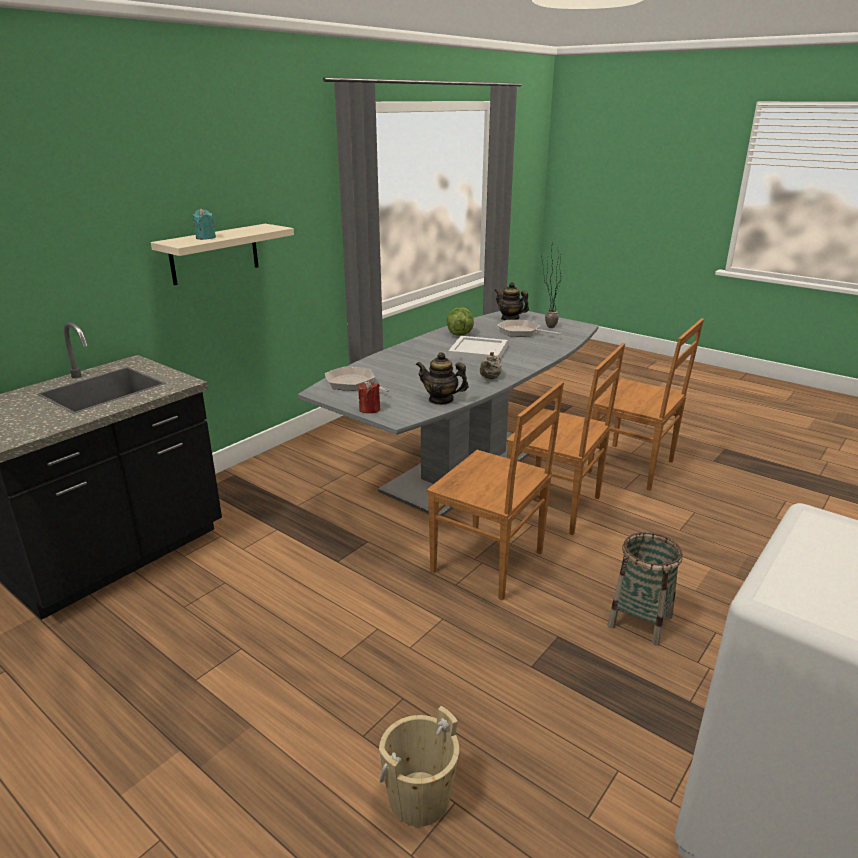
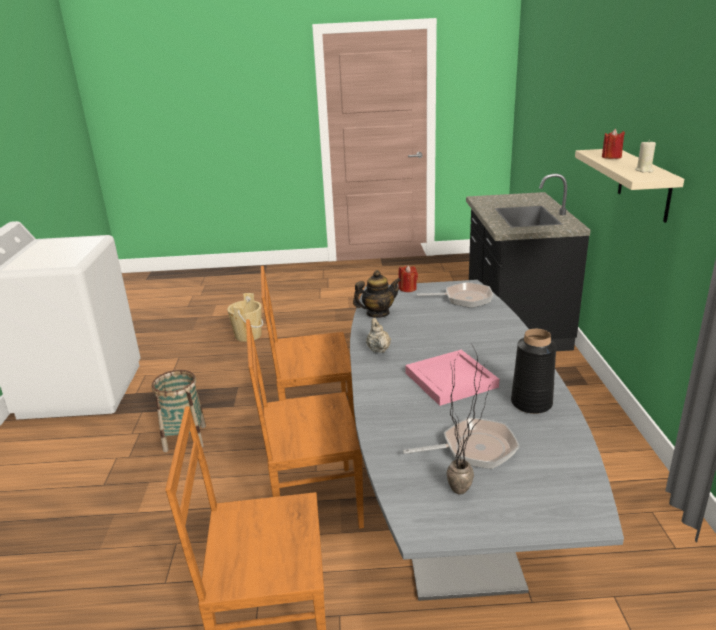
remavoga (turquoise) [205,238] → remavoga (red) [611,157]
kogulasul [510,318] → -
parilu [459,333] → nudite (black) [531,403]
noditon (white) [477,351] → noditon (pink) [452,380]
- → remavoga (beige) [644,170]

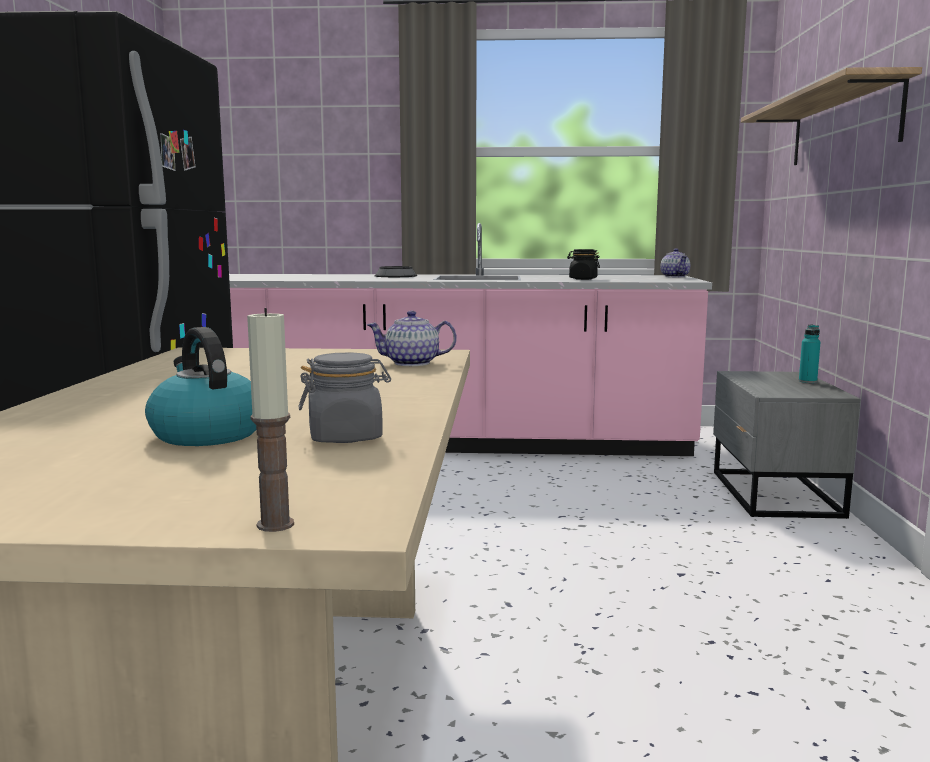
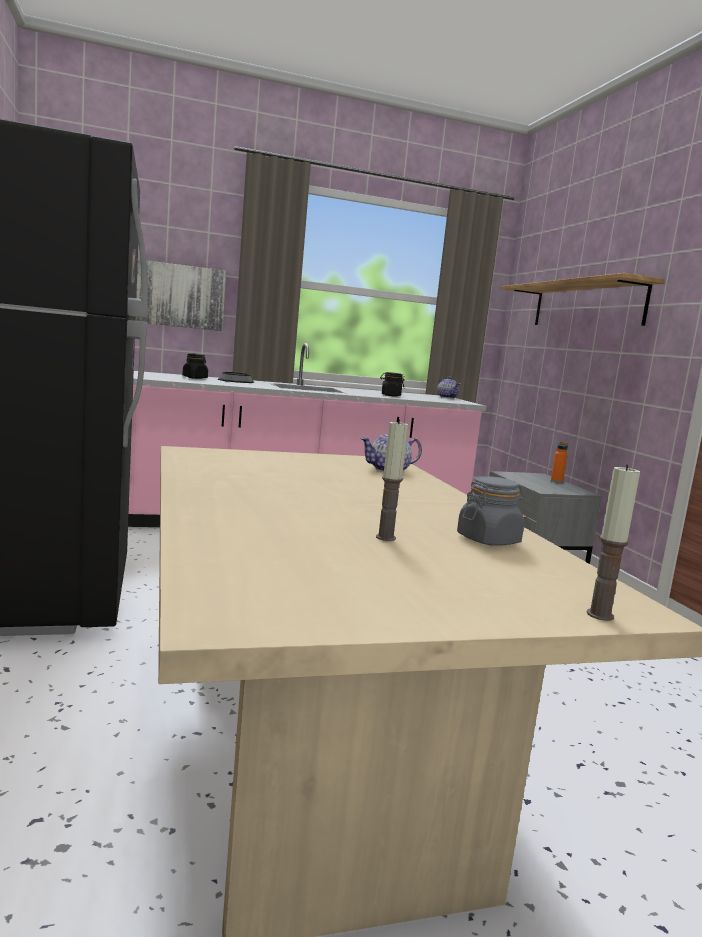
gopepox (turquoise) [807,381] → gopepox (orange) [556,481]
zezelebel [206,434] → remavoga [385,537]
- → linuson [176,295]
- → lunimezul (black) [195,378]

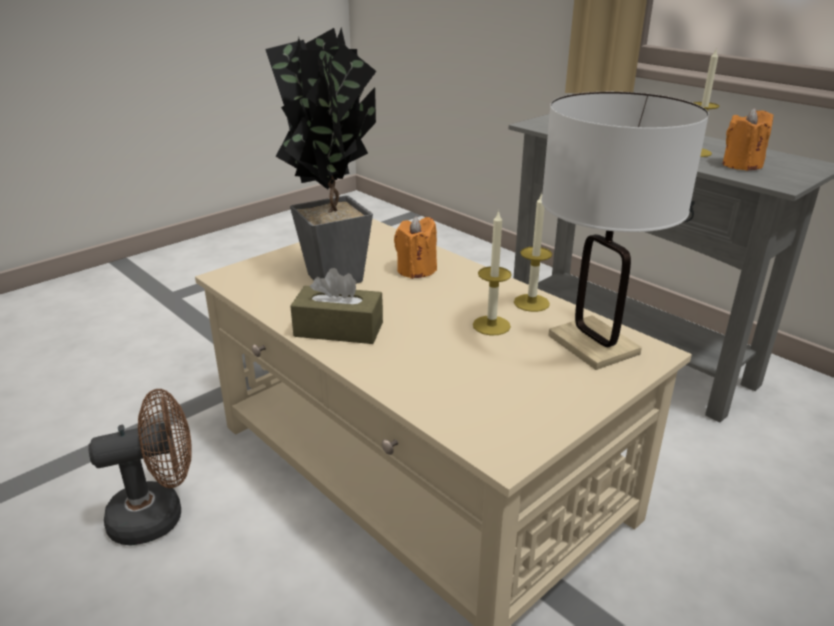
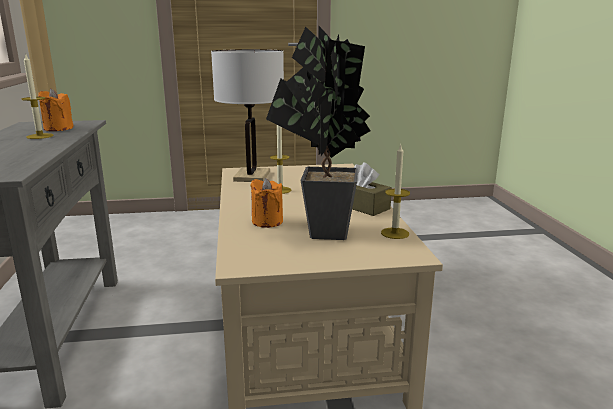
remavoga [531,303] → remavoga [395,233], move
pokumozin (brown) [158,515] → -

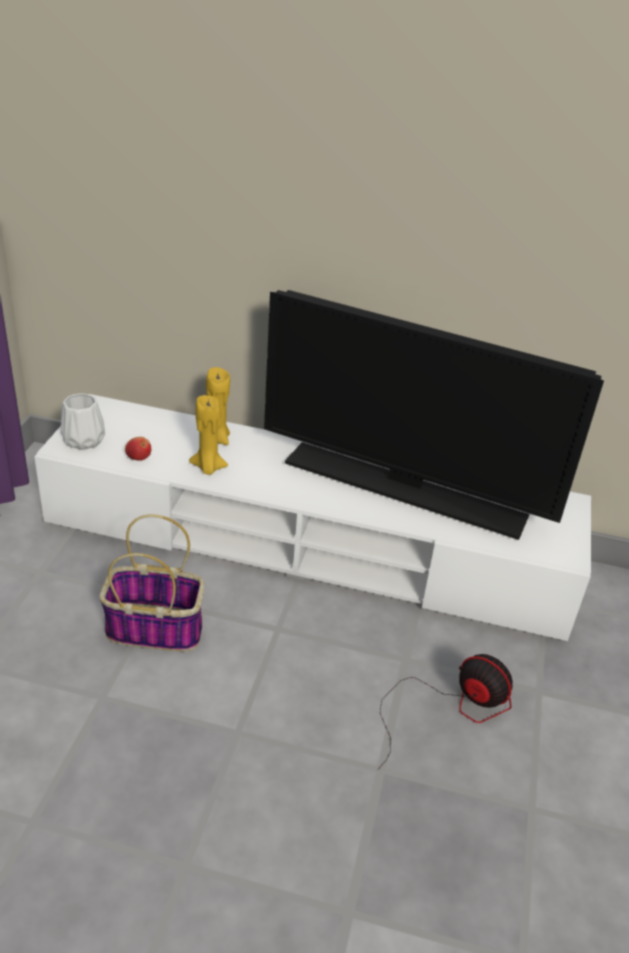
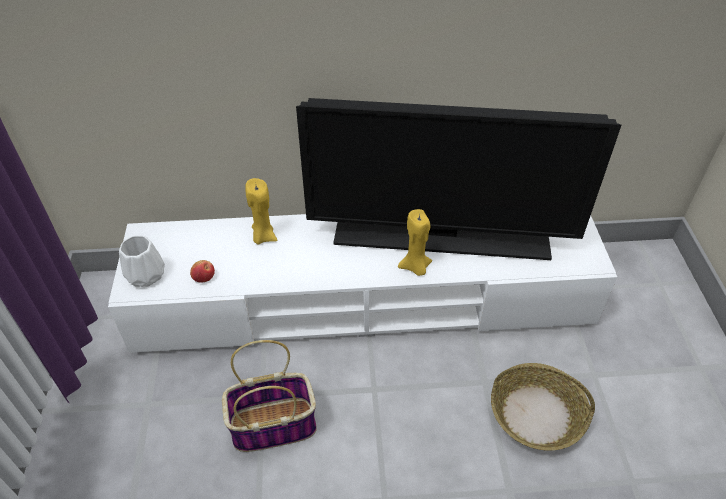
remavoga (yellow) [208,467] → remavoga (yellow) [415,267], move
pokumozin [450,708] → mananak [537,414]

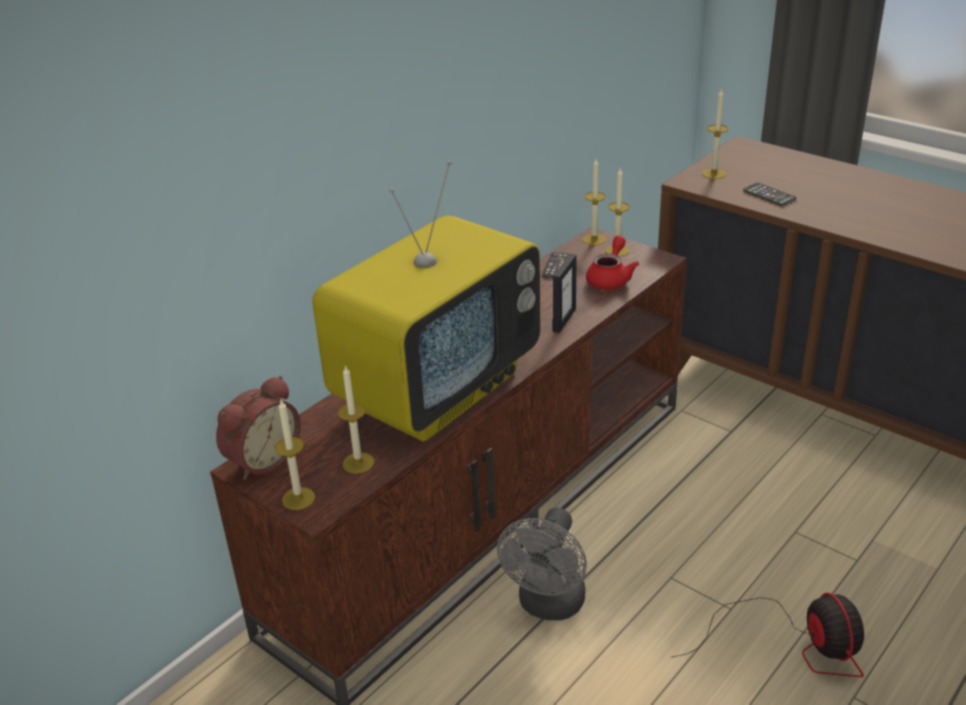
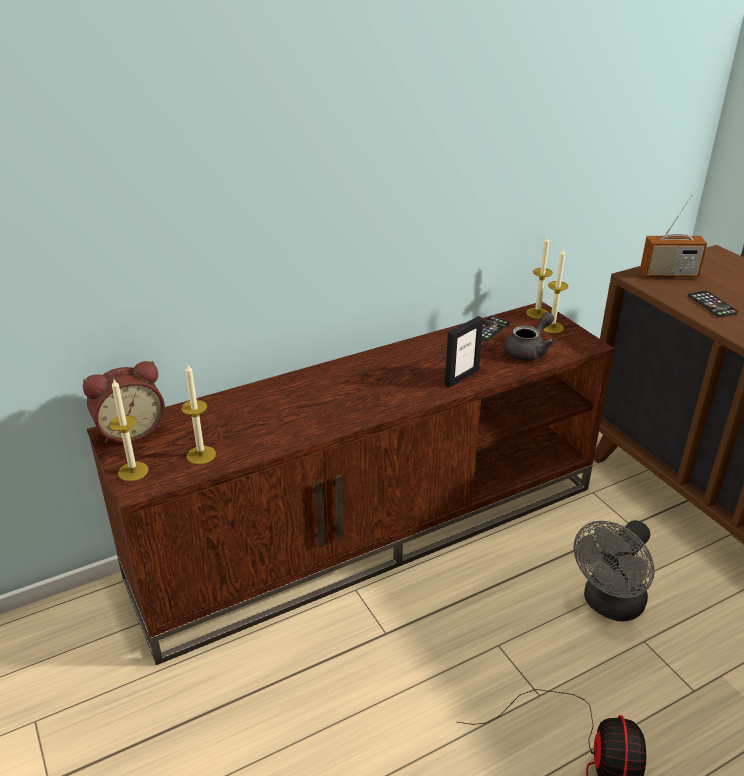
remavoga [713,174] → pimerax [668,274]
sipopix [437,389] → -
kogulasul (red) [610,279] → kogulasul (grey) [529,351]
pokumozin (grey) [548,606] → pokumozin (grey) [609,605], move

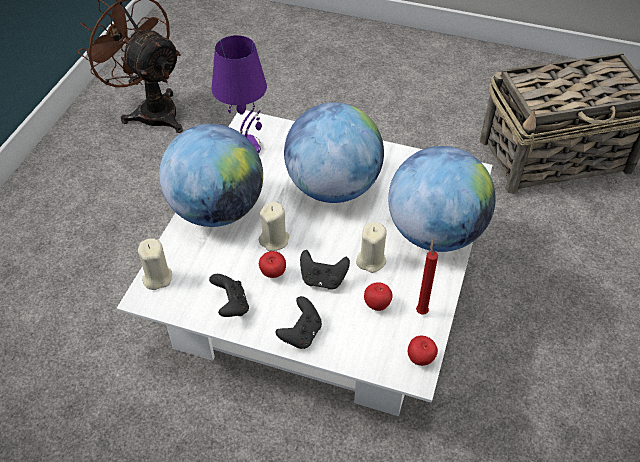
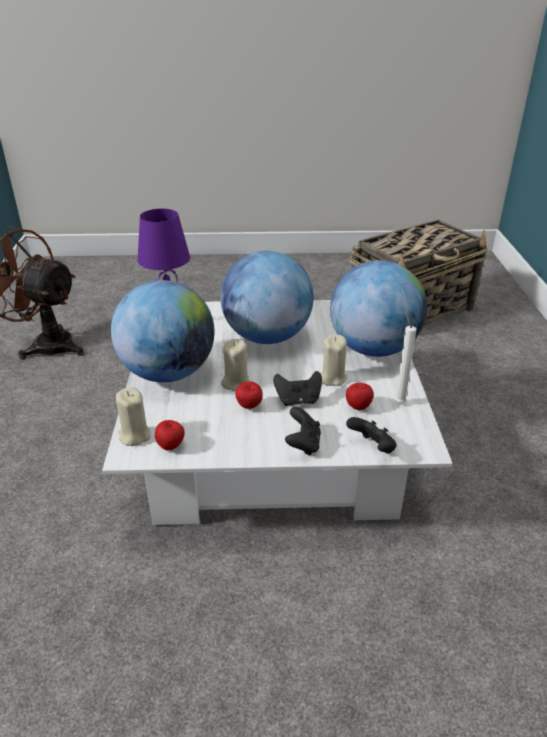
remavoga (red) [421,310] → remavoga (white) [399,402]
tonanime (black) [231,305] → tonanime (black) [372,448], move
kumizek [420,359] → kumizek [171,447], move

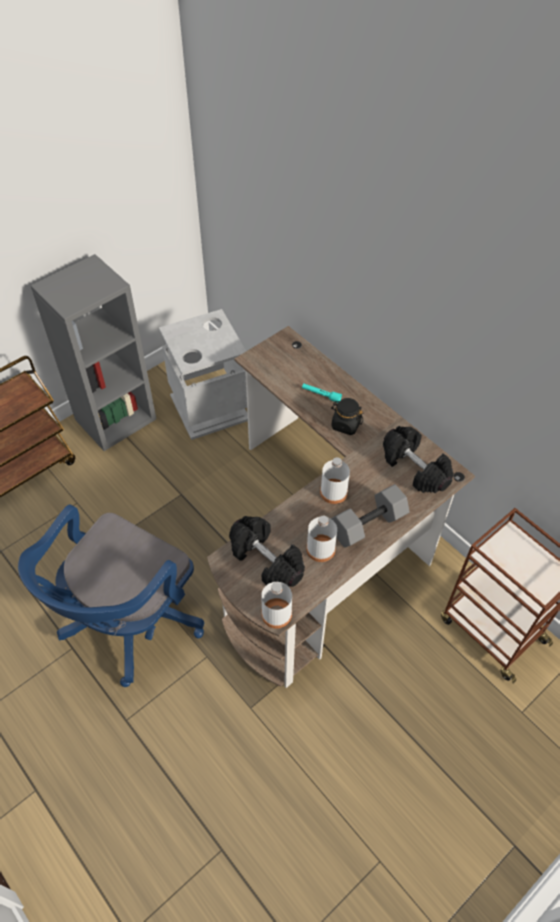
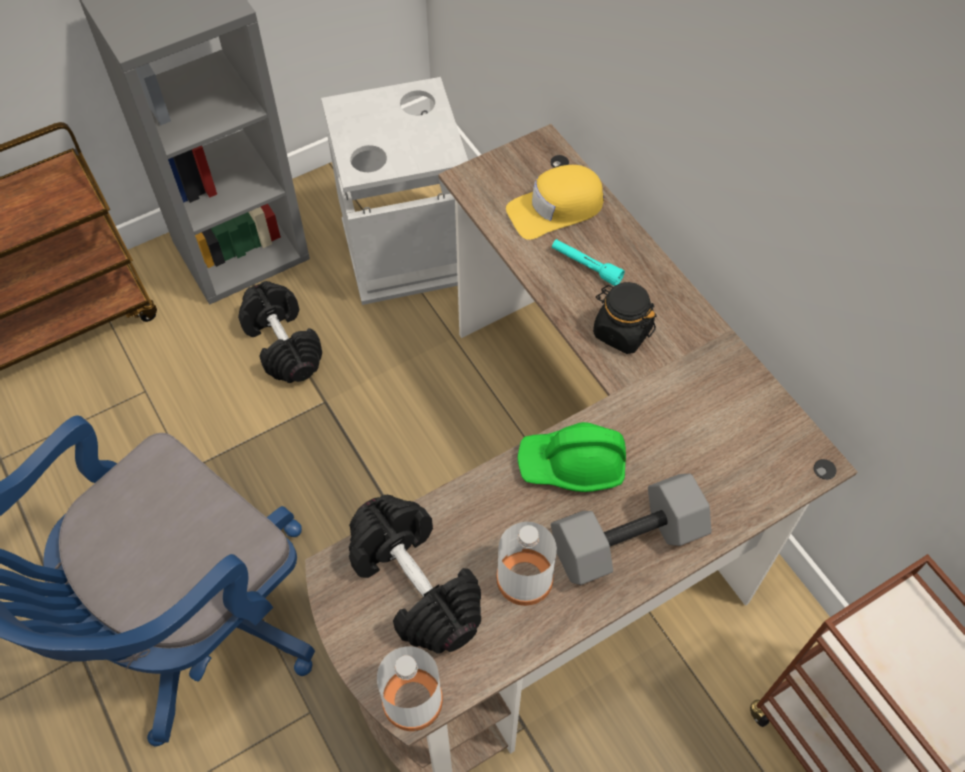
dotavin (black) [414,468] → dotavin (black) [282,344], move
gopepox (white) [333,492] → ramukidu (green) [572,465]
- → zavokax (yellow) [555,209]

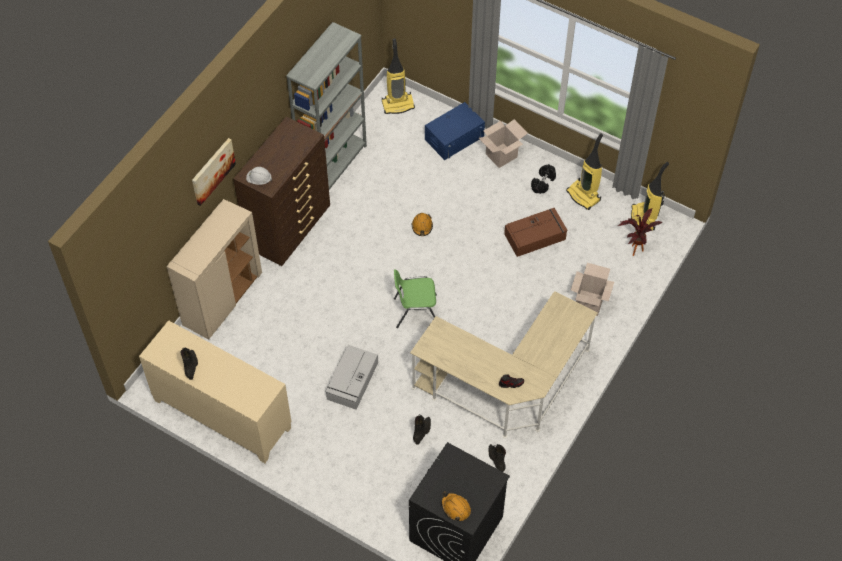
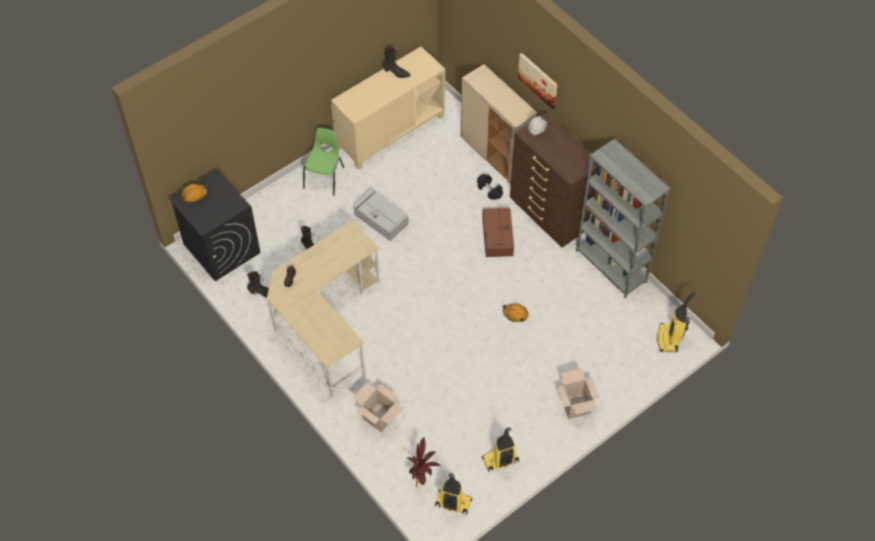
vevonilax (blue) [454,138] → -
dotavin (black) [543,183] → dotavin (black) [489,190], move
vevonilax (brown) [535,236] → vevonilax (brown) [497,237], move
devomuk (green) [415,311] → devomuk (green) [324,177], move

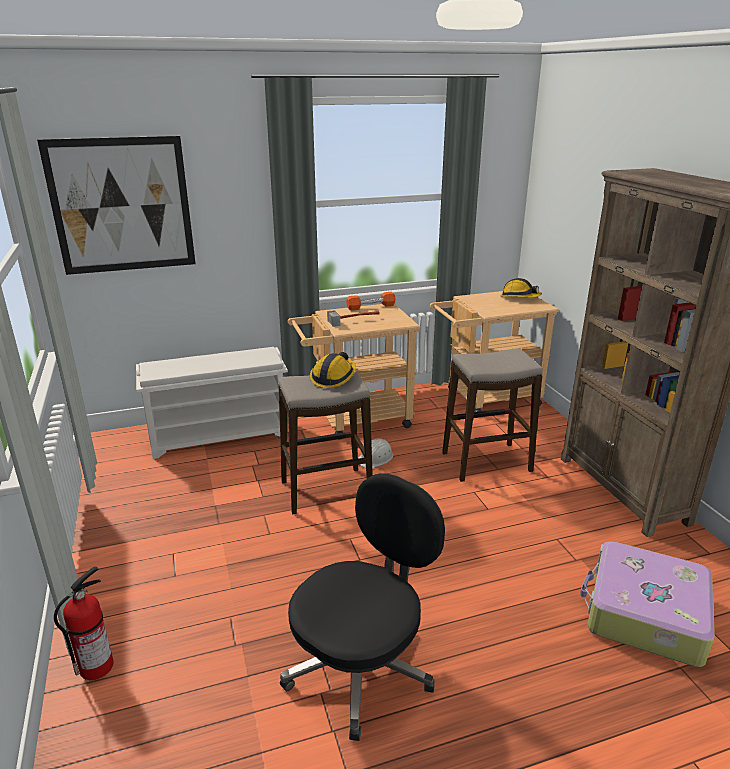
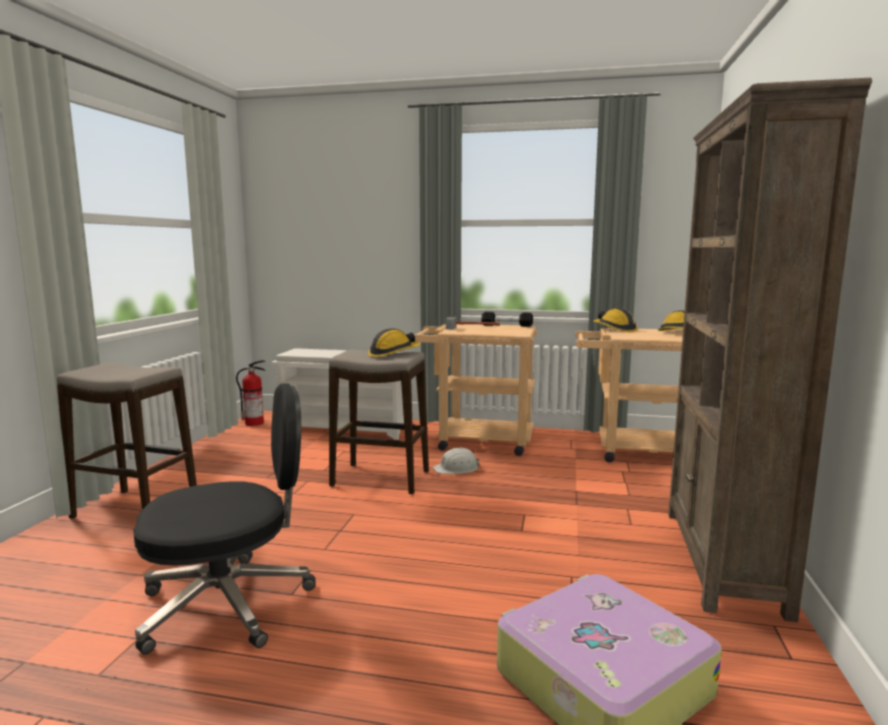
linuson [122,206] → -
dotavin (orange) [371,307] → dotavin (black) [507,325]
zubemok [486,462] → zubemok [136,510], move
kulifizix [97,665] → kulifizix [255,423], move
- → ramukidu [615,329]

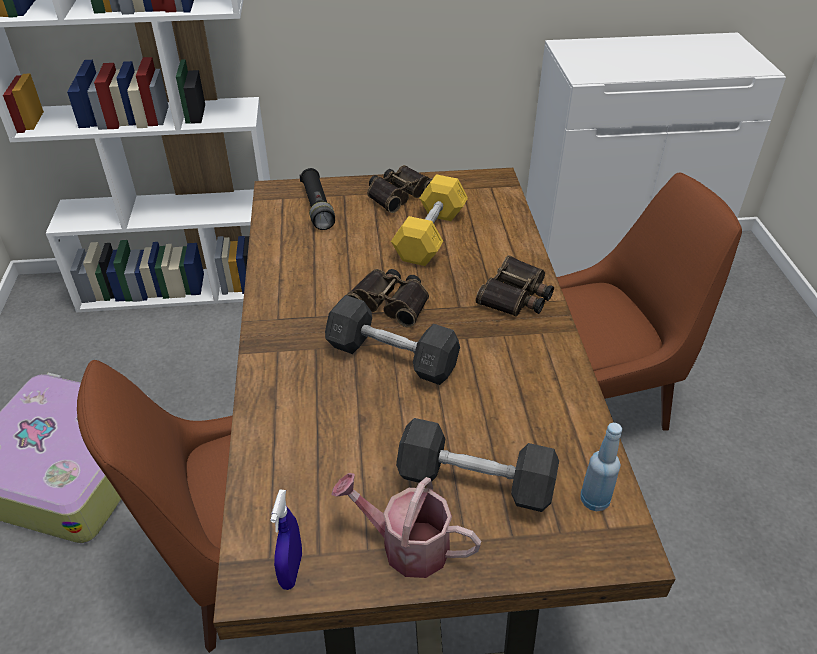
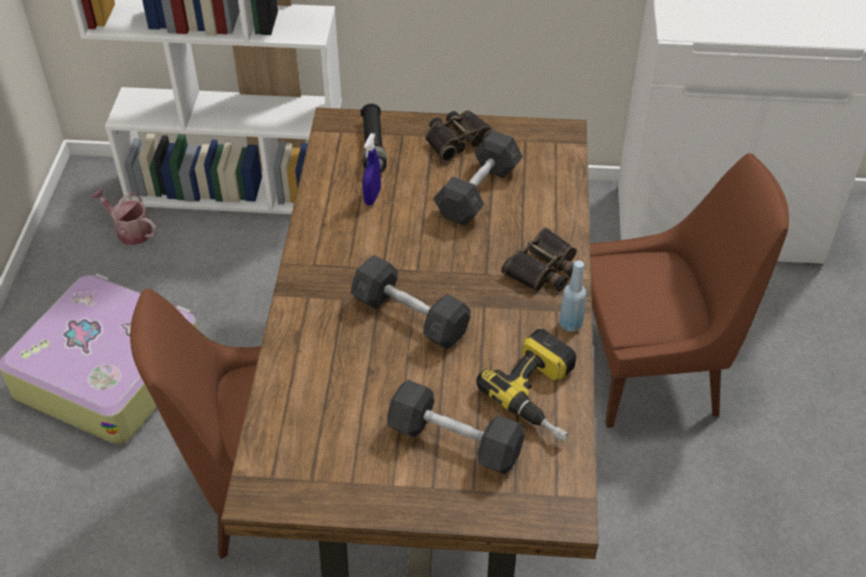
dotavin (yellow) [430,235] → dotavin (grey) [478,192]
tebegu [391,302] → -
gopepox (blue) [594,500] → gopepox (blue) [570,324], move
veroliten [406,545] → veroliten [130,231], move
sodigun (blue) [291,570] → sodigun (blue) [372,197], move
- → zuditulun [542,395]

